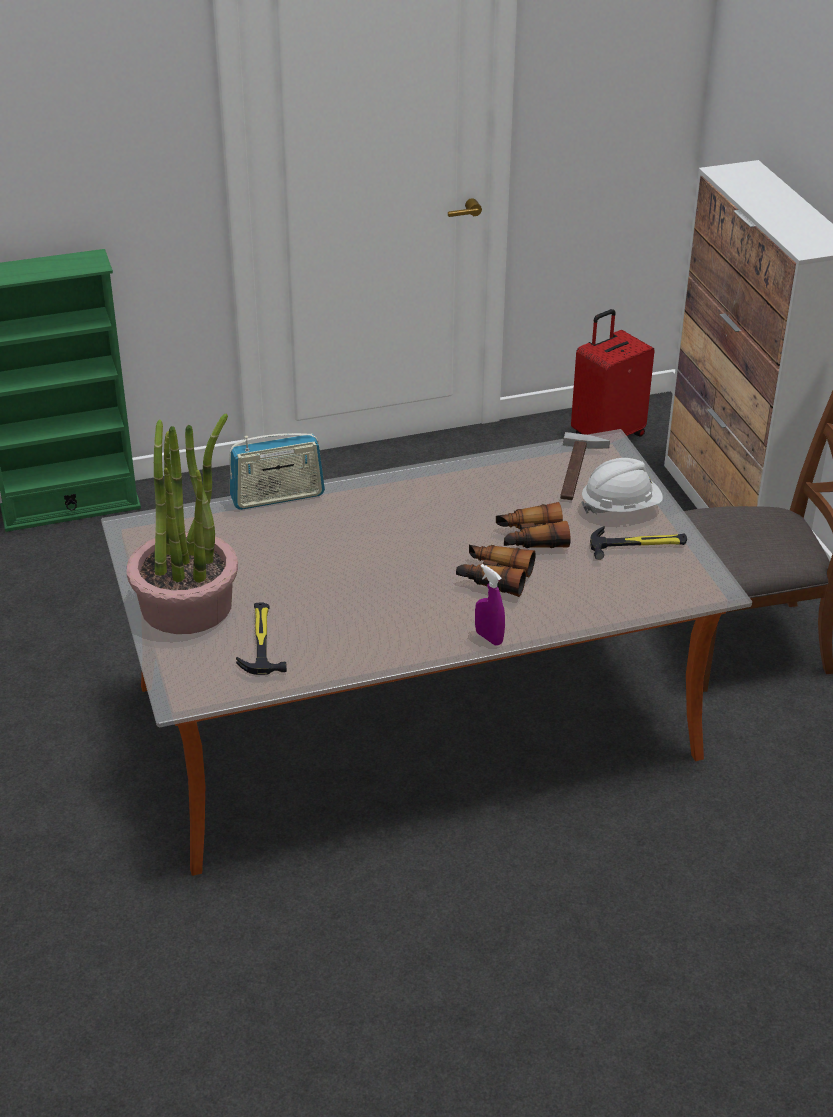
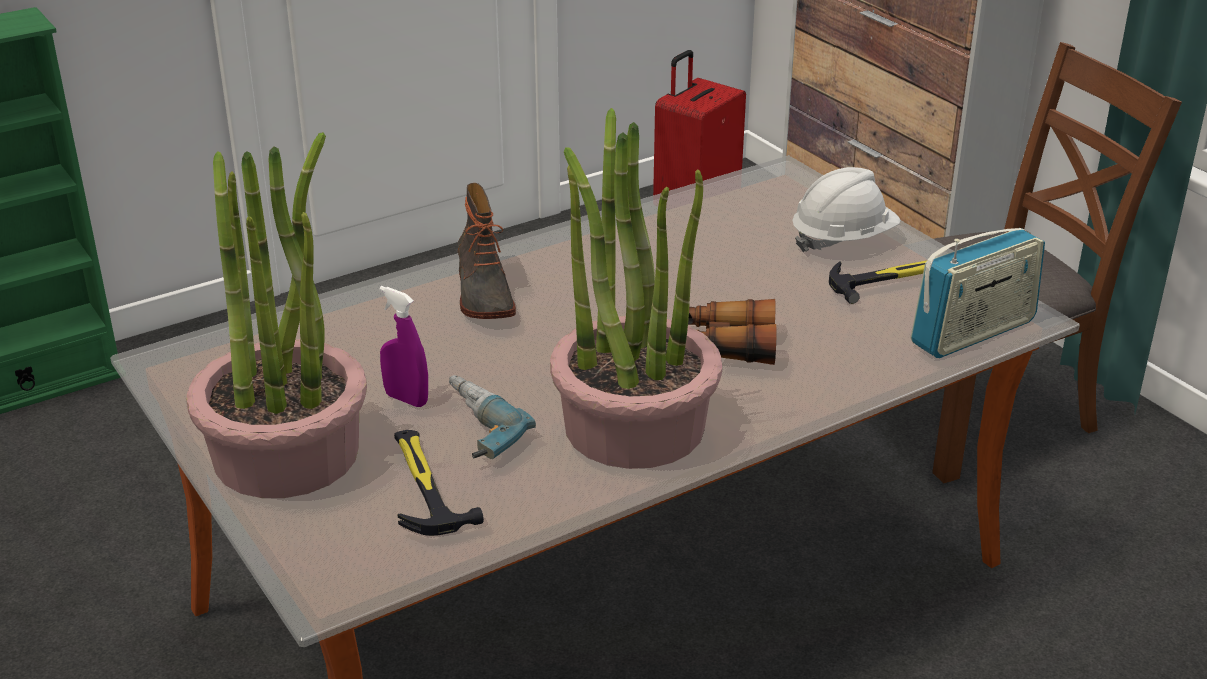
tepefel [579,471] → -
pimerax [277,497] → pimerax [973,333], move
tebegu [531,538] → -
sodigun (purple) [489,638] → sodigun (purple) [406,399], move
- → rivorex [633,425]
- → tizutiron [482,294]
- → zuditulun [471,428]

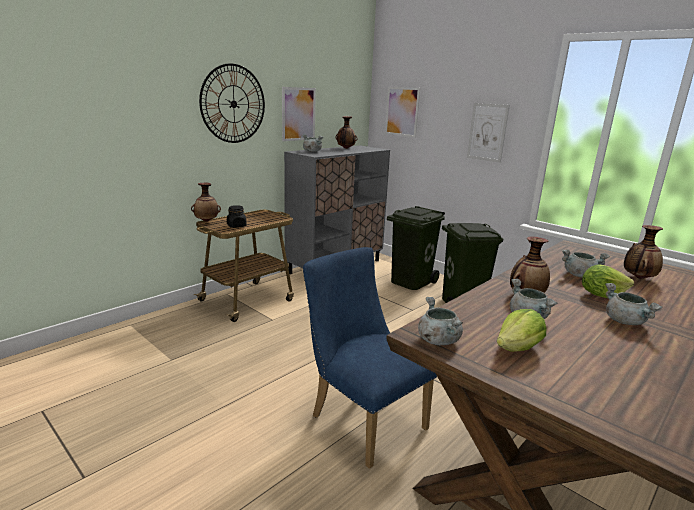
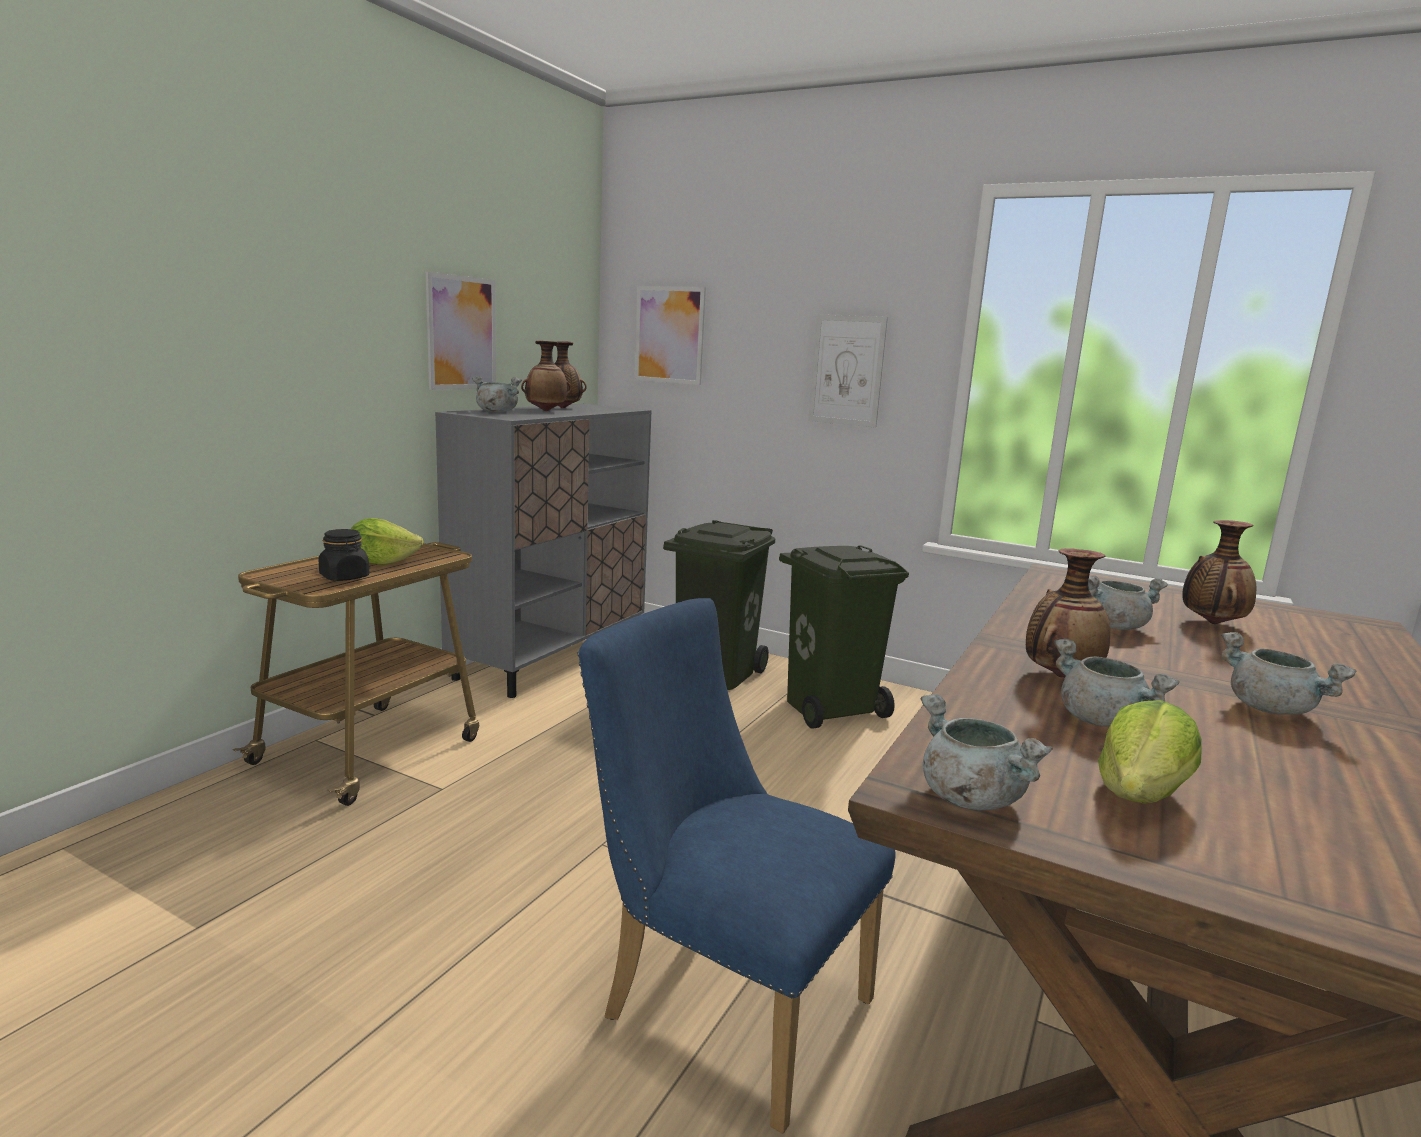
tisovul [233,104] → -
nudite [206,221] → nudite [546,411], move
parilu [601,295] → parilu [382,562], move

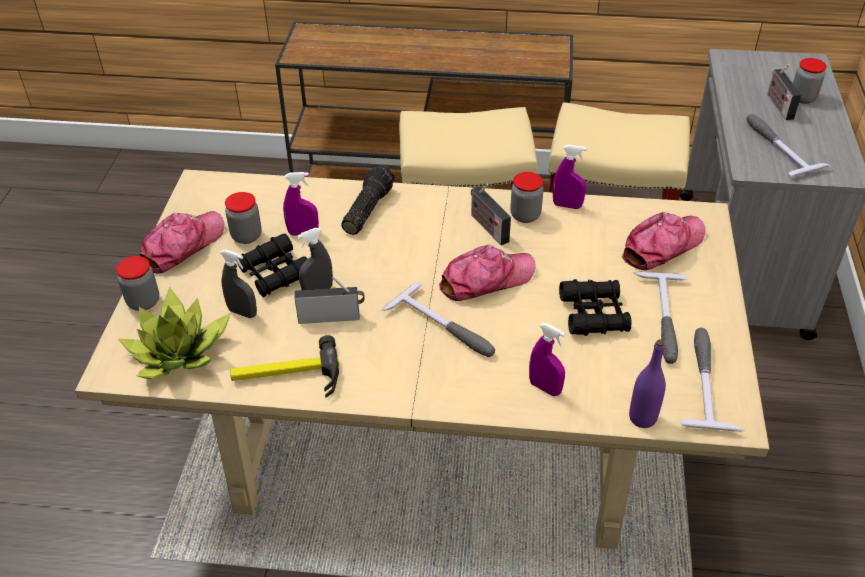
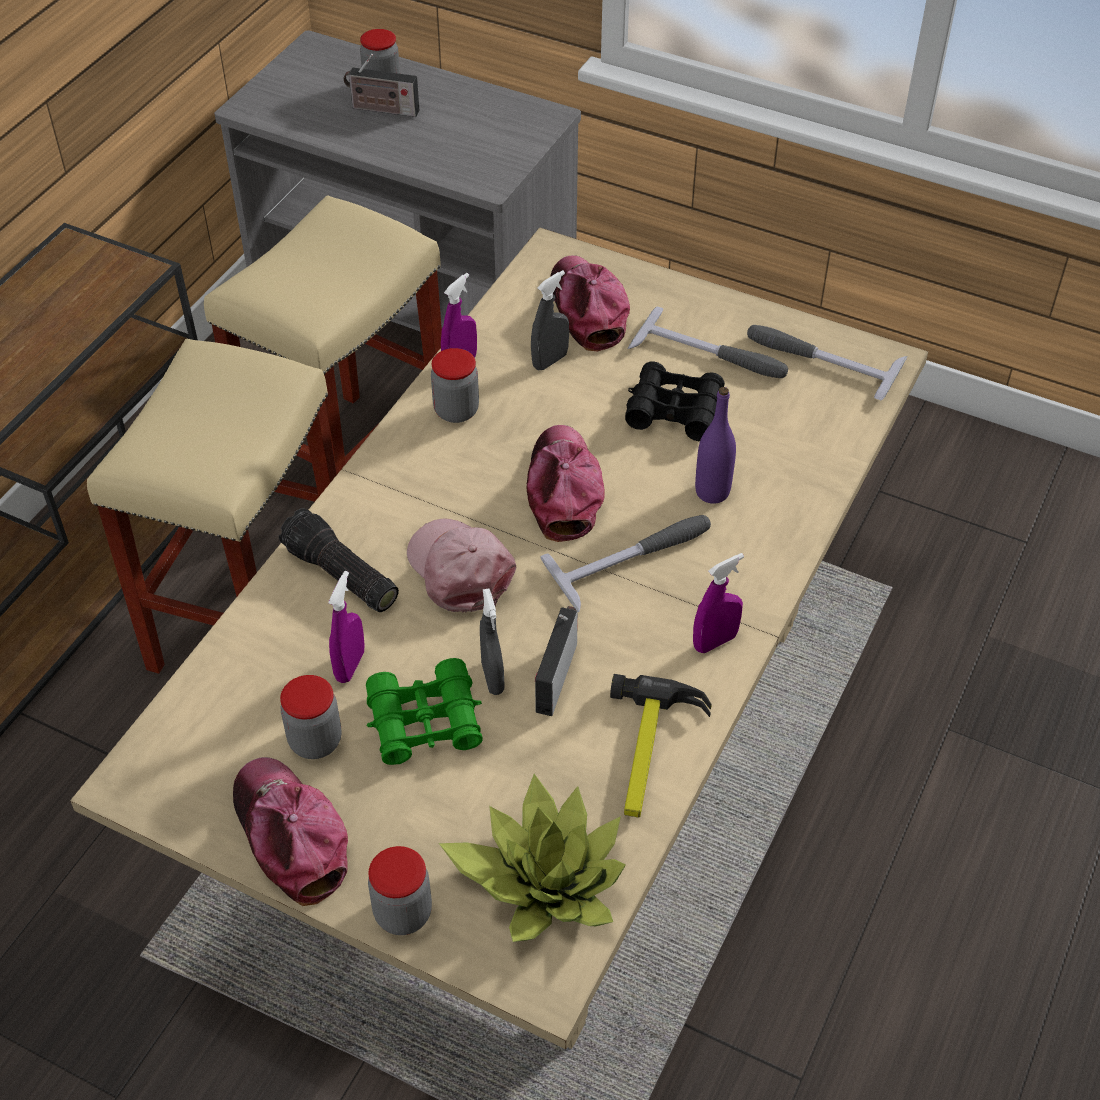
tepefel [778,147] → -
pimerax [487,227] → -
tebegu (black) [275,273] → tebegu (green) [425,722]
sodigun (grey) [242,312] → sodigun (grey) [550,361], move
sodigun (purple) [545,388] → sodigun (purple) [715,642], move
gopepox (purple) [642,418] → gopepox (purple) [712,492], move
- → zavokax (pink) [460,569]

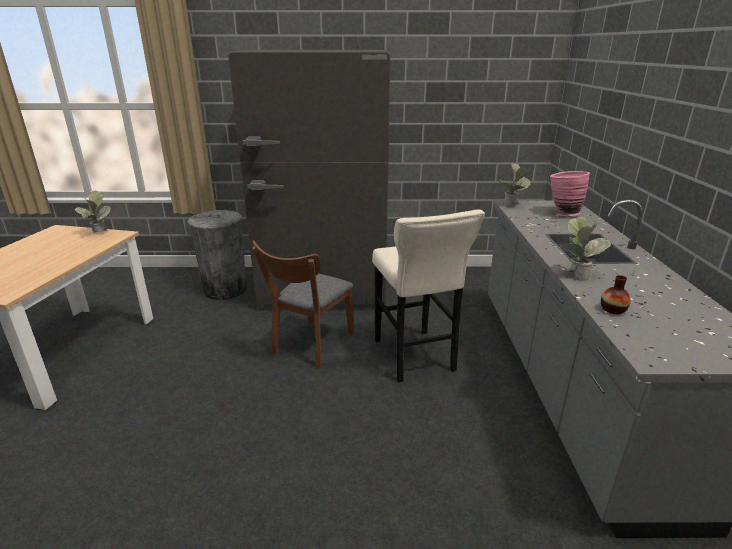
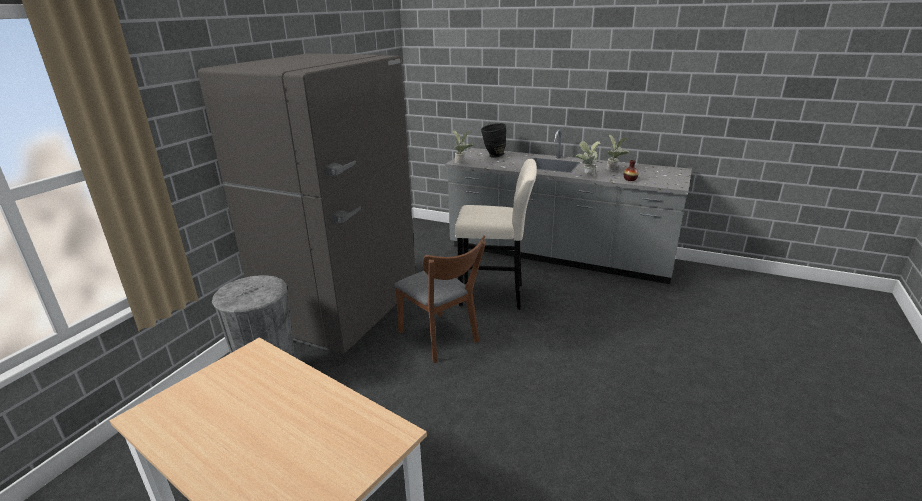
nudite (pink) [562,214] → nudite (black) [493,156]
rivorex [99,234] → rivorex [614,169], move

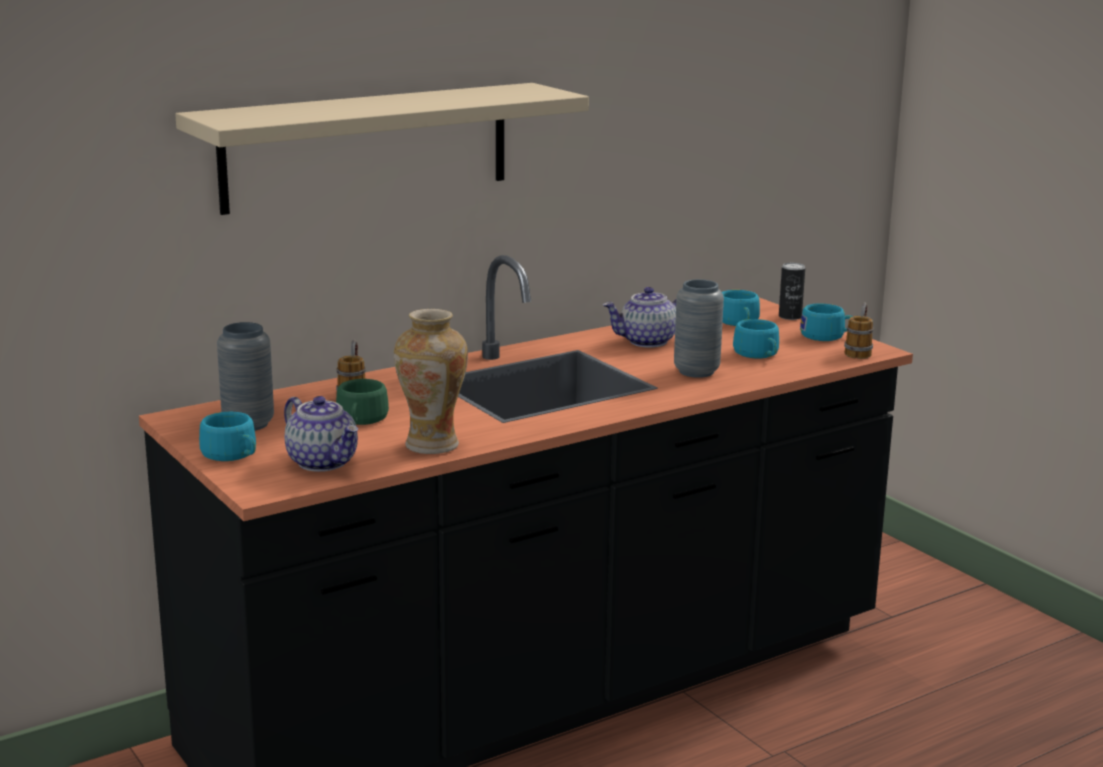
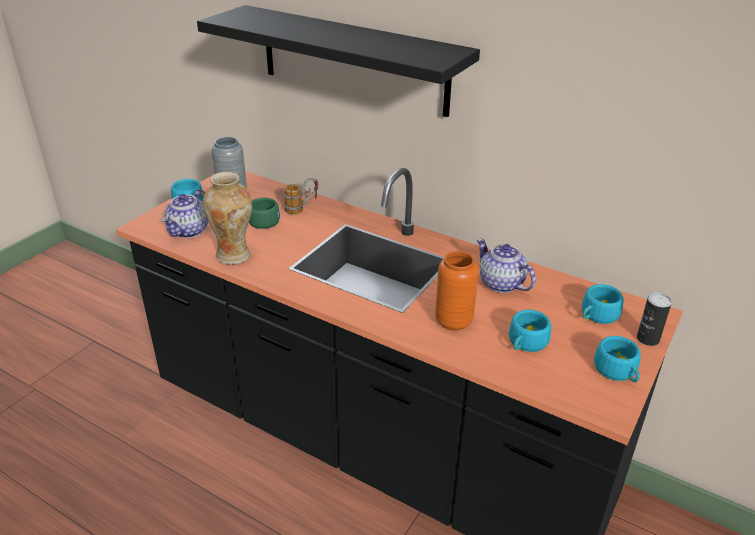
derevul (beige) [367,146] → derevul (black) [353,60]
nudite (grey) [696,372] → nudite (orange) [453,321]
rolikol [859,351] → -

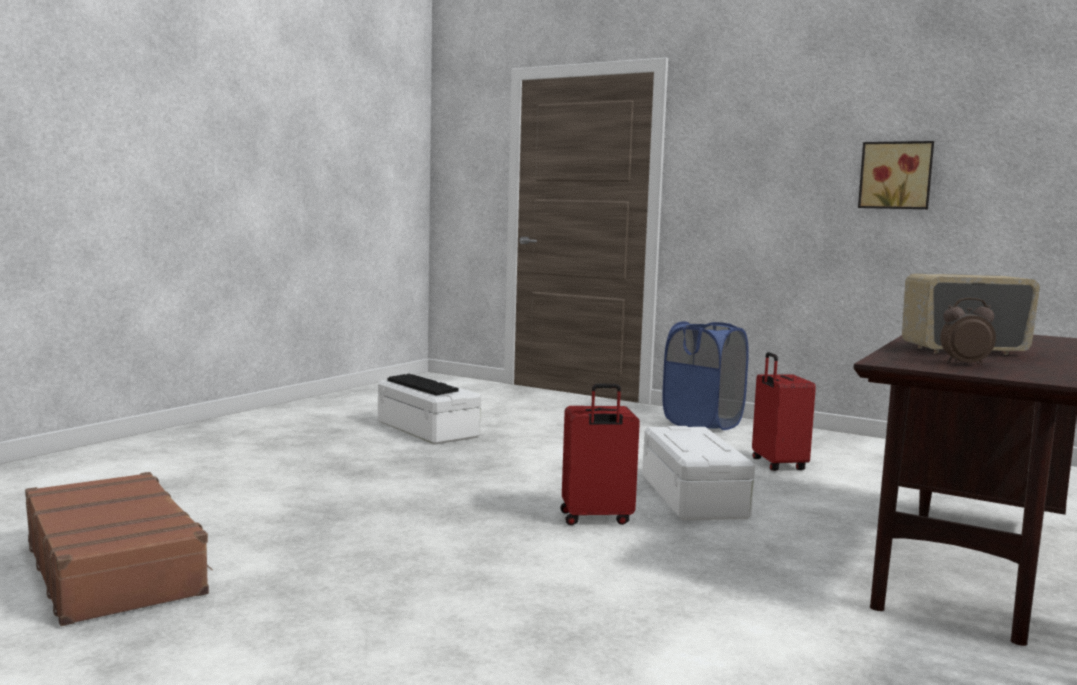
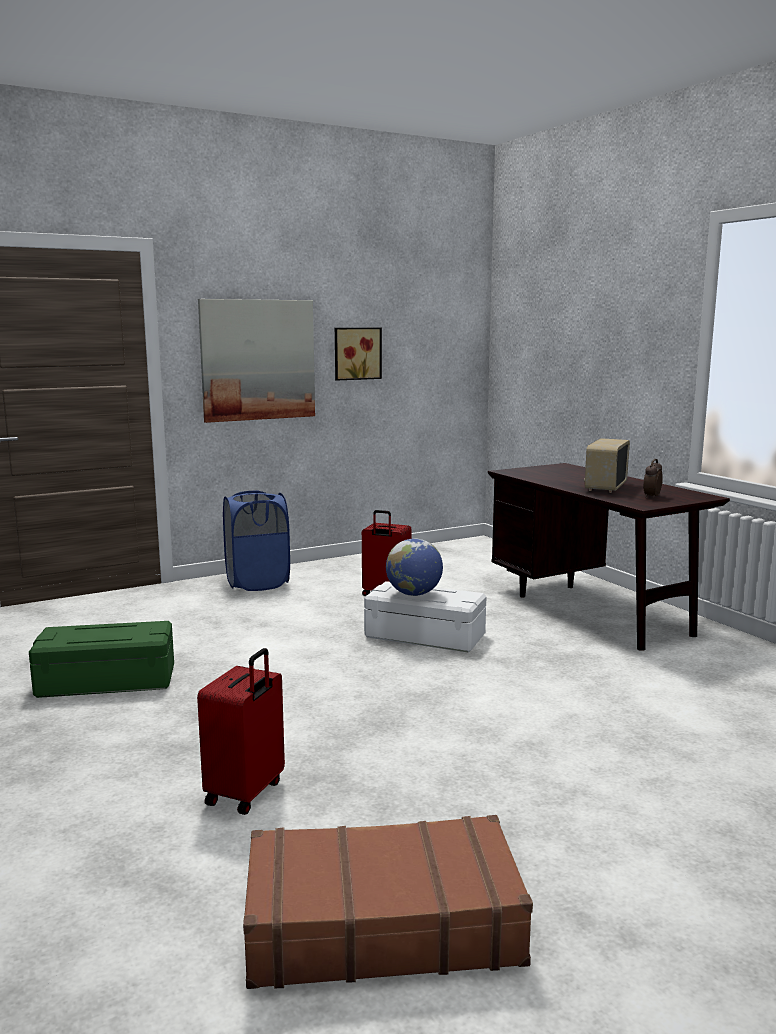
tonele [423,386] → -
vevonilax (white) [428,429] → vevonilax (green) [107,680]
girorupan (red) [596,518] → girorupan (red) [246,793], move
- → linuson [257,360]
- → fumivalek [414,594]

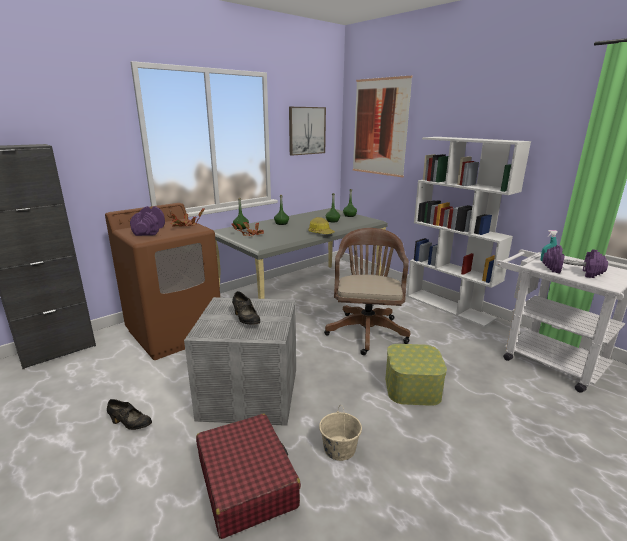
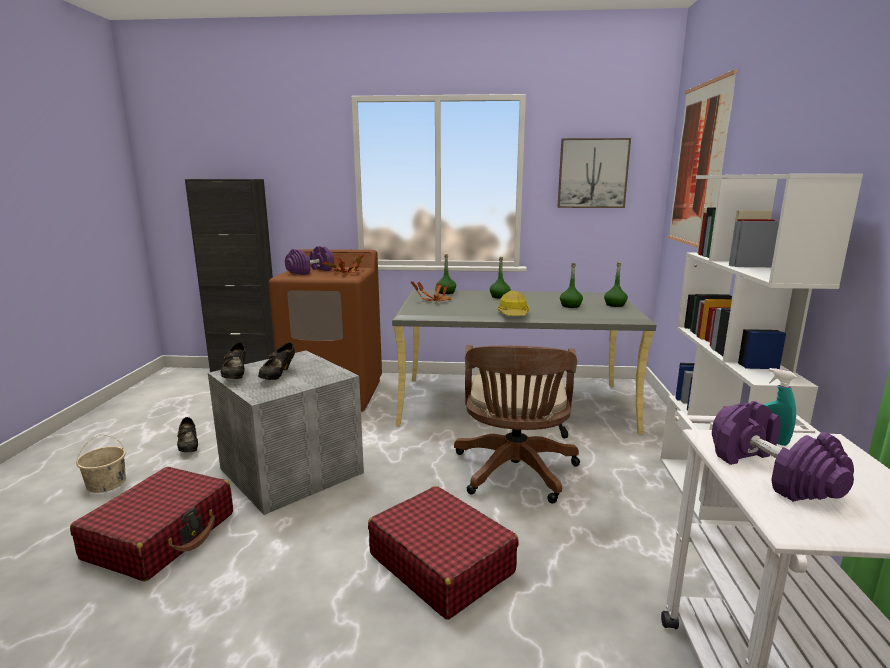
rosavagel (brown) [366,330] → rosavagel (brown) [515,473], 135 degrees clockwise
vevonilax [412,387] → girorupan (red) [441,563]
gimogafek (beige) [339,448] → gimogafek (beige) [107,483], move
- → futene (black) [235,375]

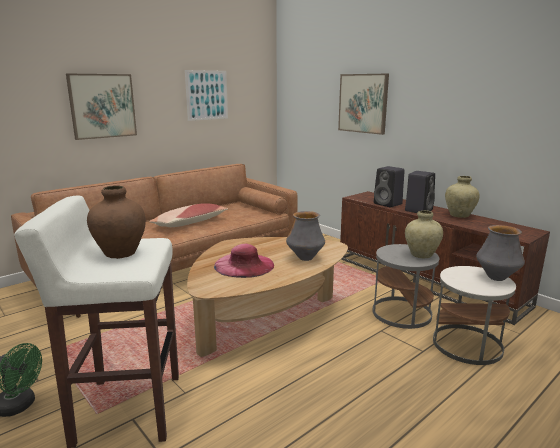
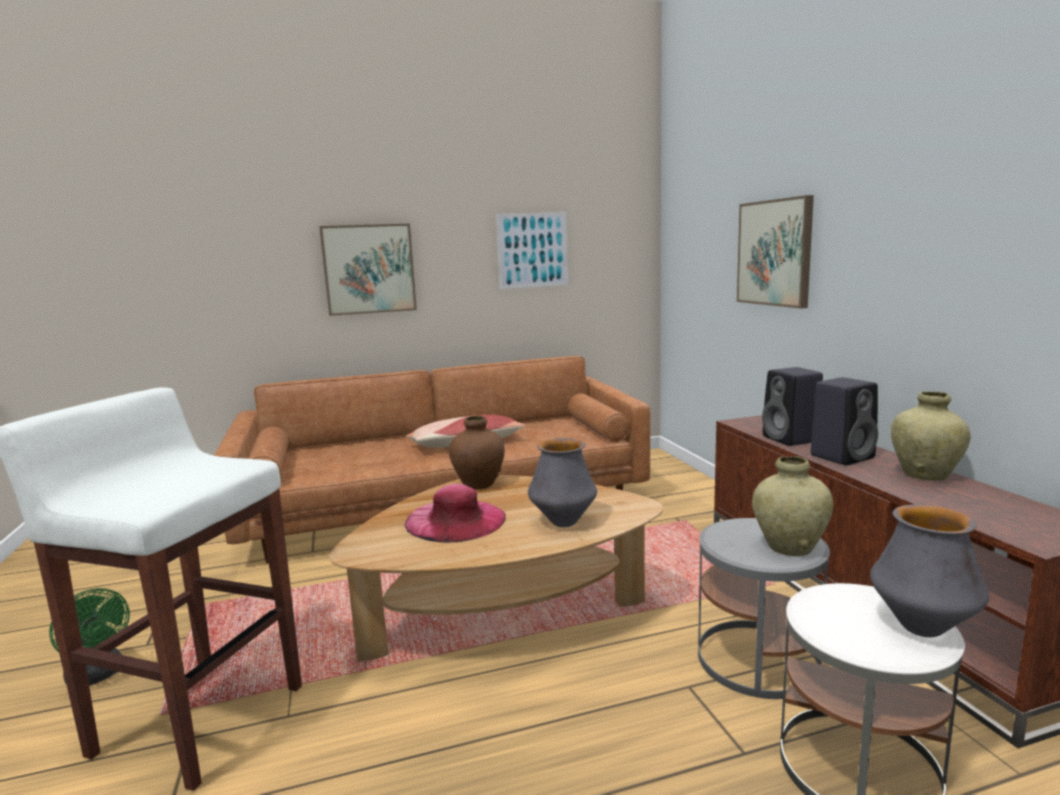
nudite (brown) [120,253] → nudite (brown) [478,484], move

